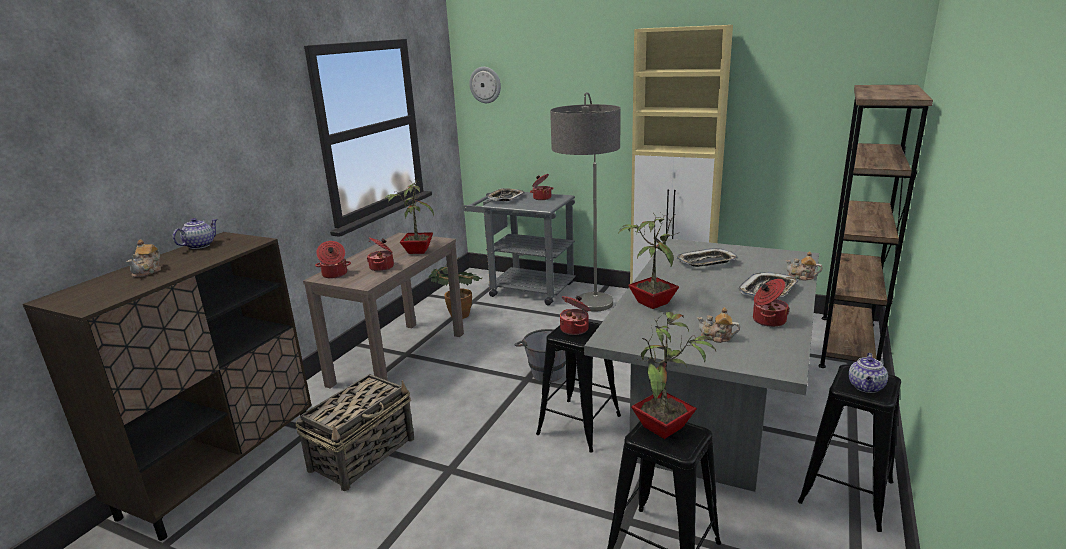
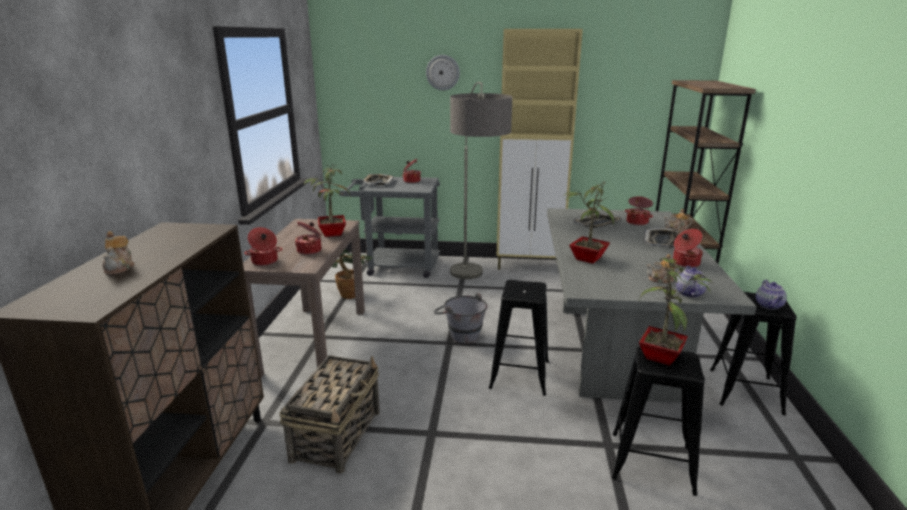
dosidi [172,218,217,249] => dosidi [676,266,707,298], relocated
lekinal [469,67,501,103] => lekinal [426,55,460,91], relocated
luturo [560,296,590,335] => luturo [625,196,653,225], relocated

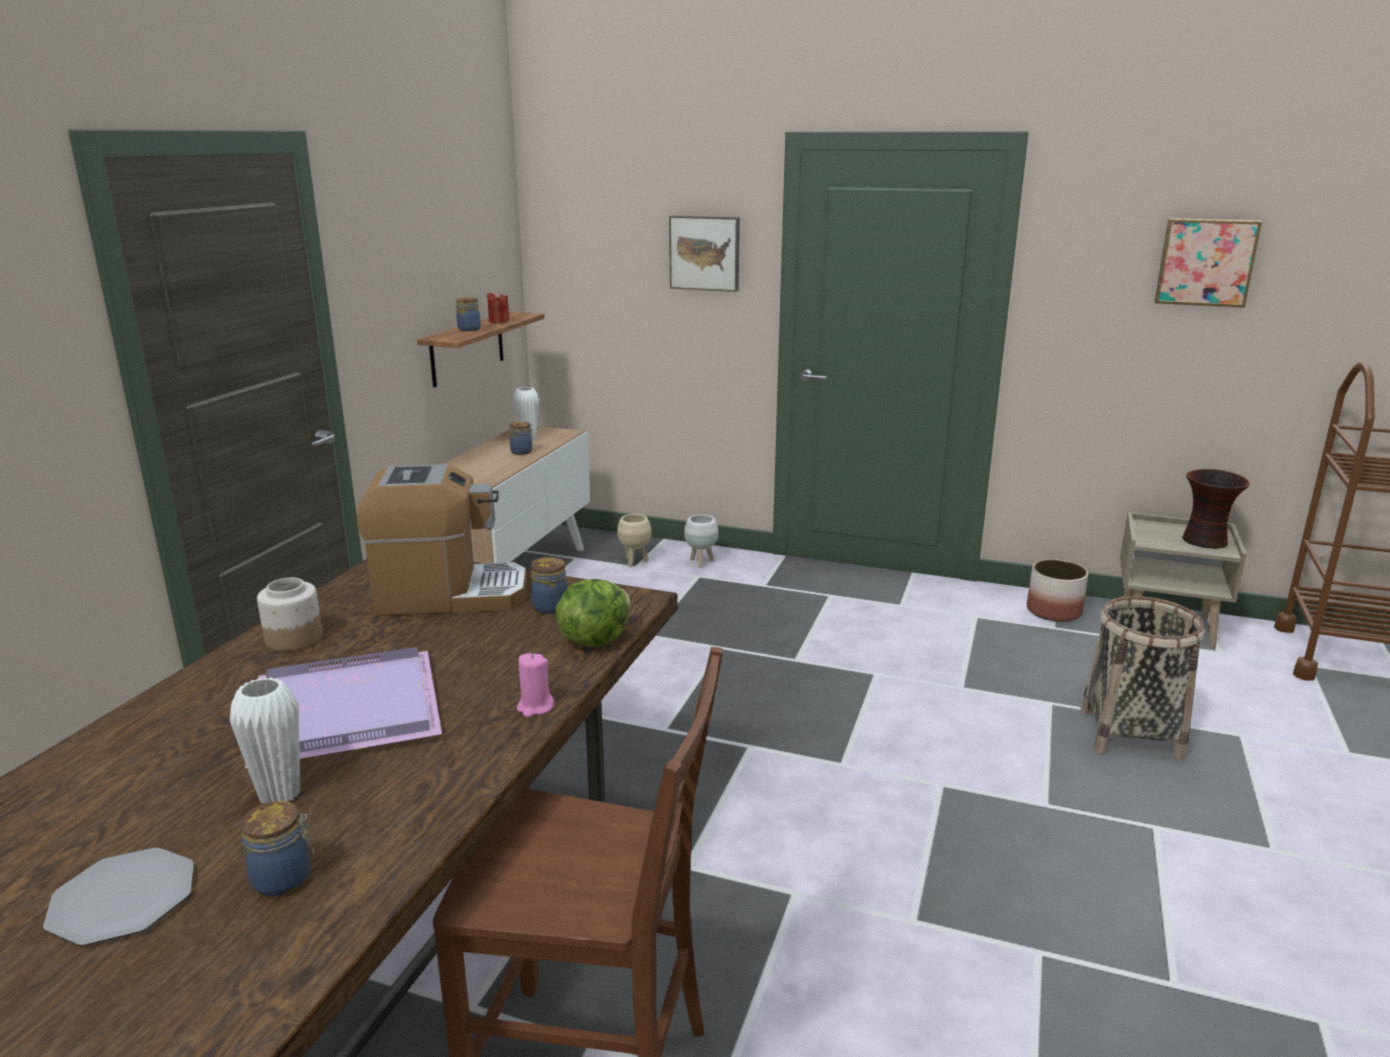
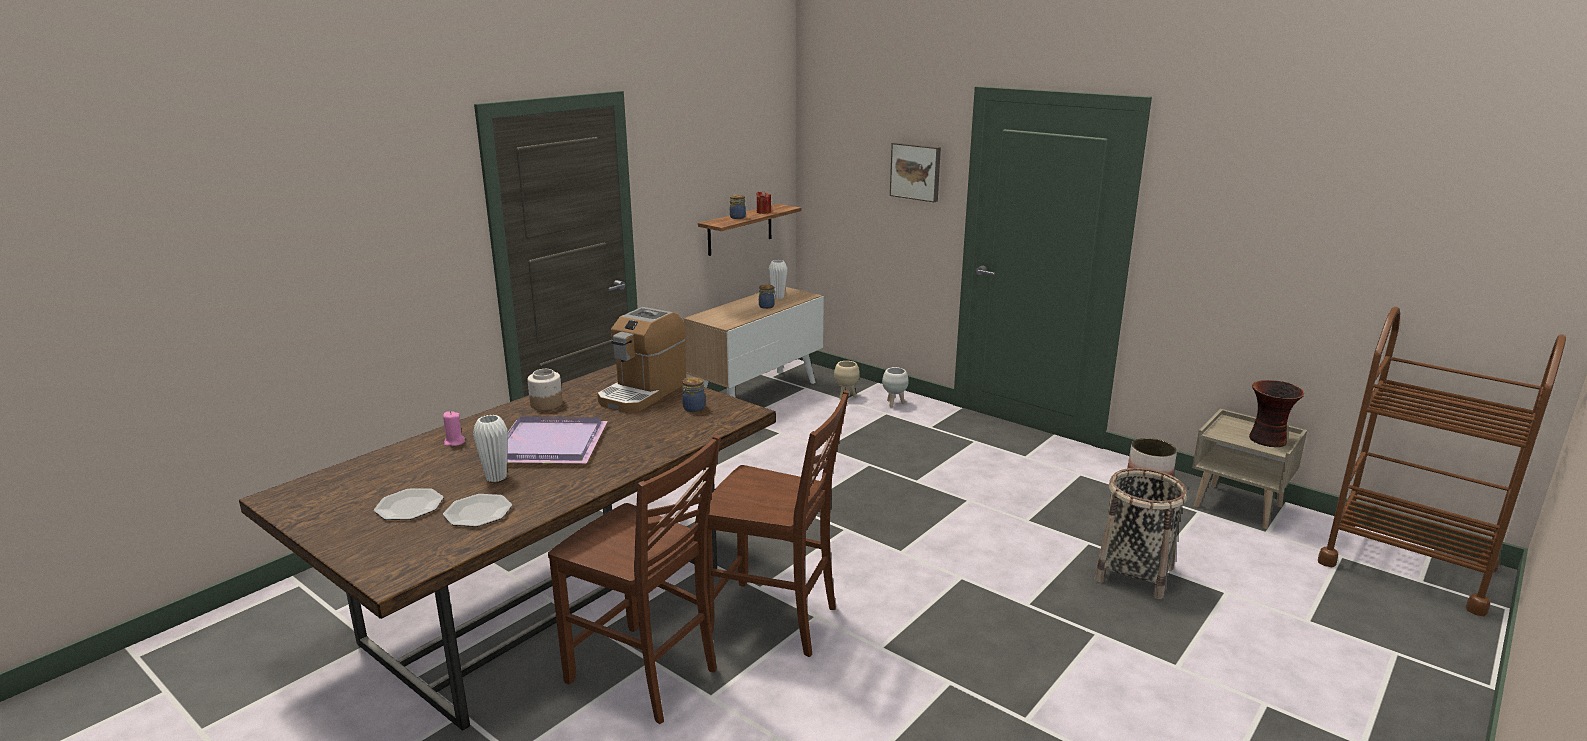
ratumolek [241,801,315,896] => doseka [443,494,512,527]
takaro [357,464,527,616] => takaro [597,307,686,412], 105 degrees clockwise
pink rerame [517,653,555,717] => pink rerame [443,411,465,446], relocated
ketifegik [555,579,630,647] => nothing
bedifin [1155,218,1262,308] => nothing
nothing => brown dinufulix [707,390,849,657]

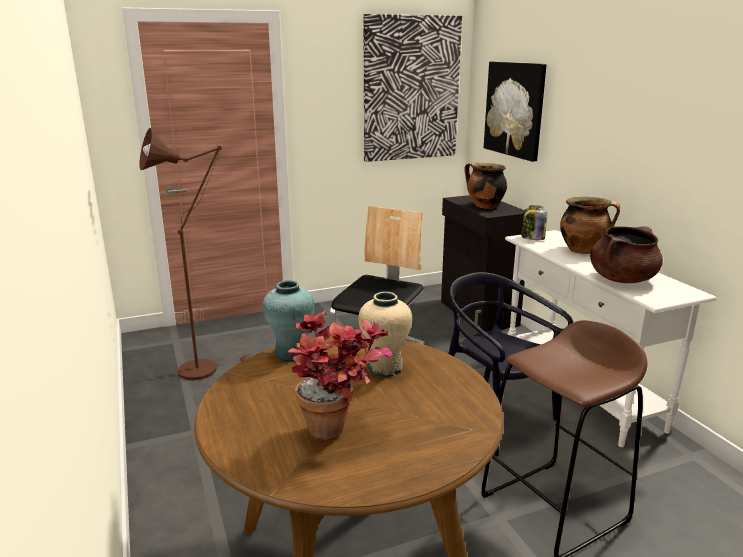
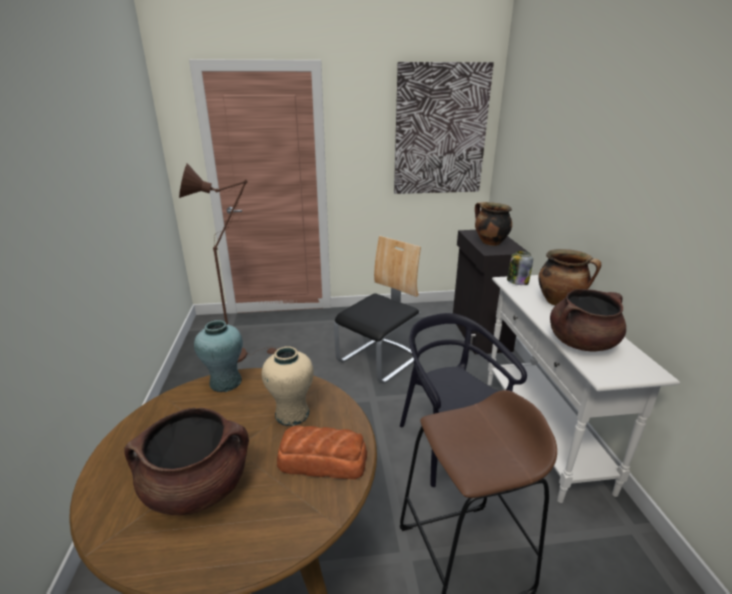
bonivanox [288,310,392,441] => brown luturo [124,408,249,515]
bedifin [484,62,547,162] => nothing
nothing => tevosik [277,425,367,479]

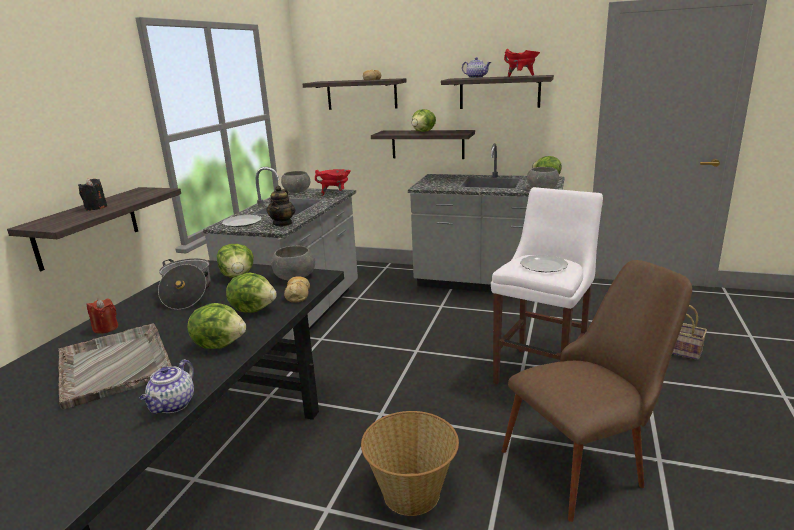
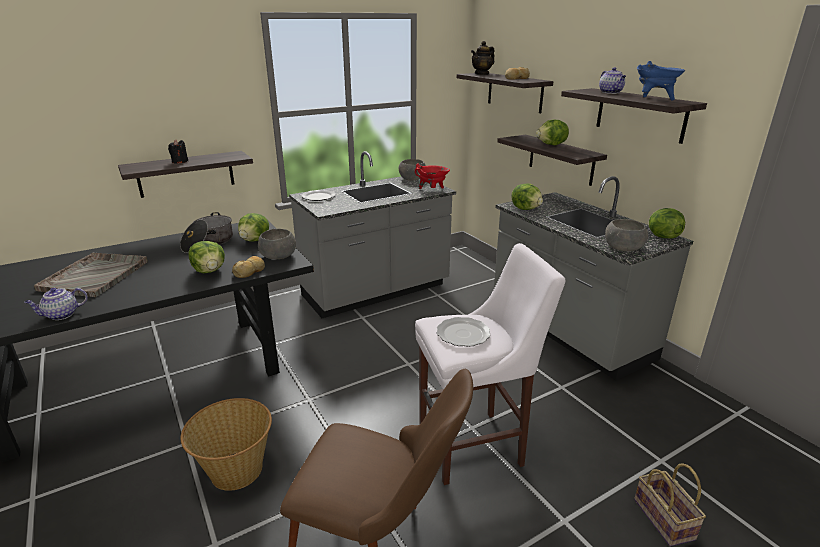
red rerame [87,298,118,334] => nothing
ketifegik [187,303,246,349] => ketifegik [511,184,543,210], relocated
dosidi [267,186,295,226] => dosidi [471,41,495,75], relocated
red luturo [504,49,540,77] => blue luturo [637,61,685,101]

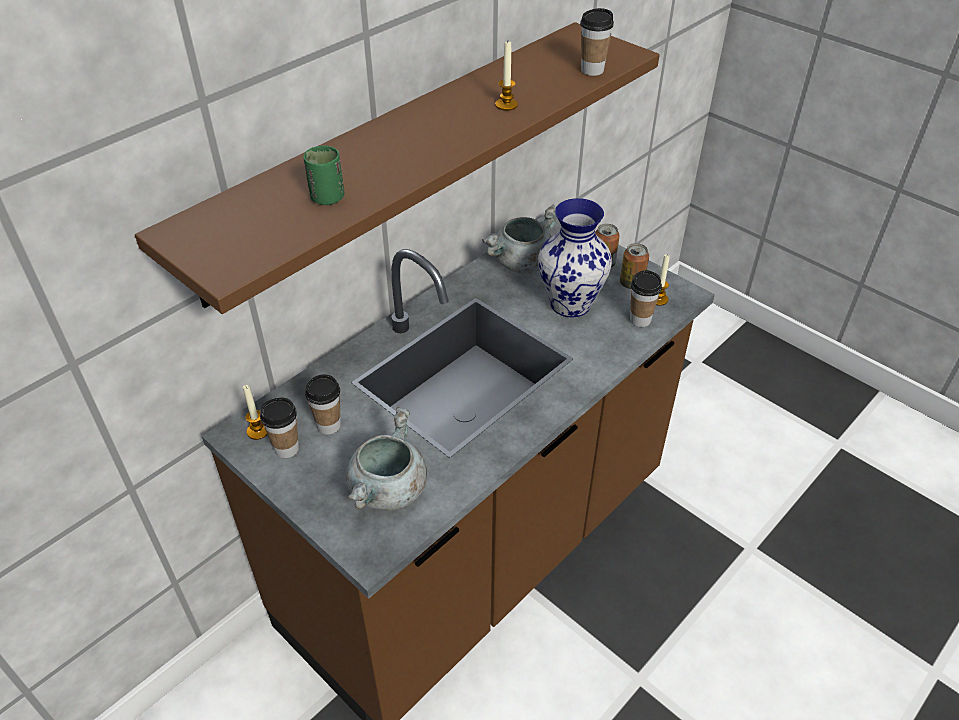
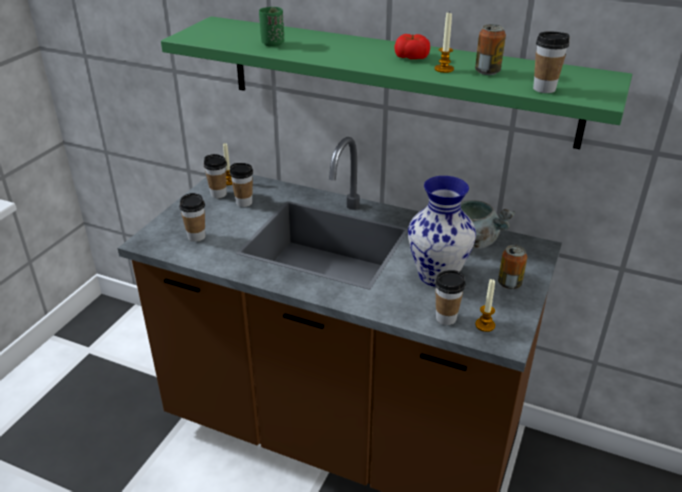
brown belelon [135,22,660,314] => green belelon [161,16,632,149]
grey luturo [346,407,427,511] => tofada [179,193,205,242]
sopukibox [620,243,649,289] => sopukibox [475,24,506,75], relocated
nothing => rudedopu [394,34,430,59]

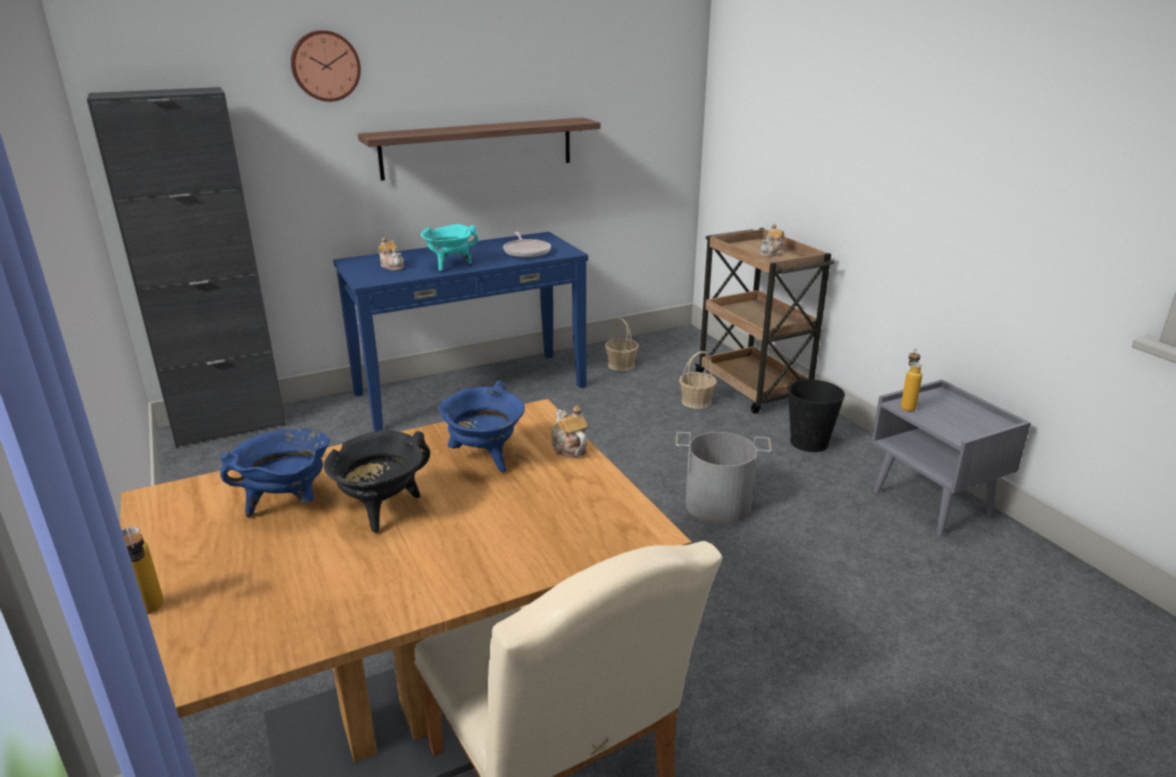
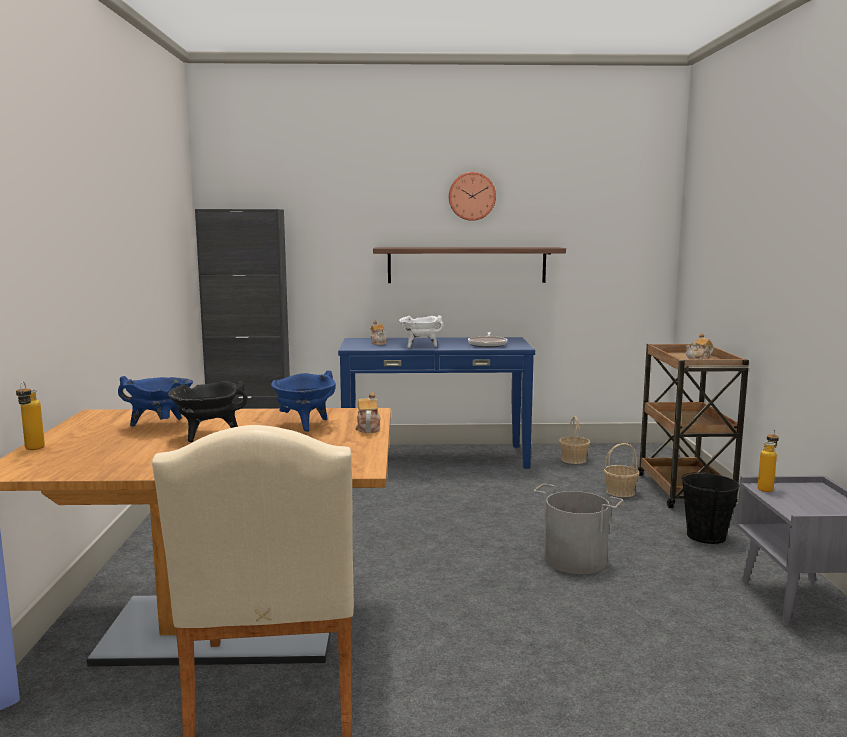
lekinal [291,30,361,102] => lekinal [449,172,496,221], relocated
turquoise luturo [421,224,478,271] => white luturo [399,315,443,348]

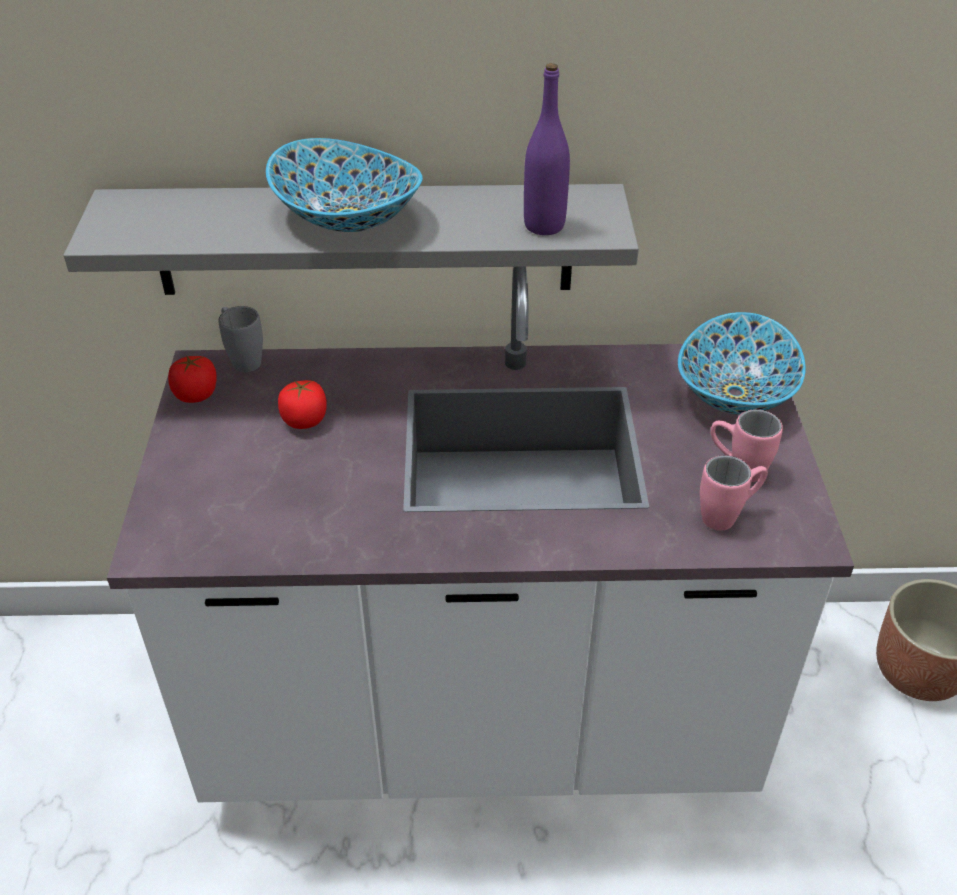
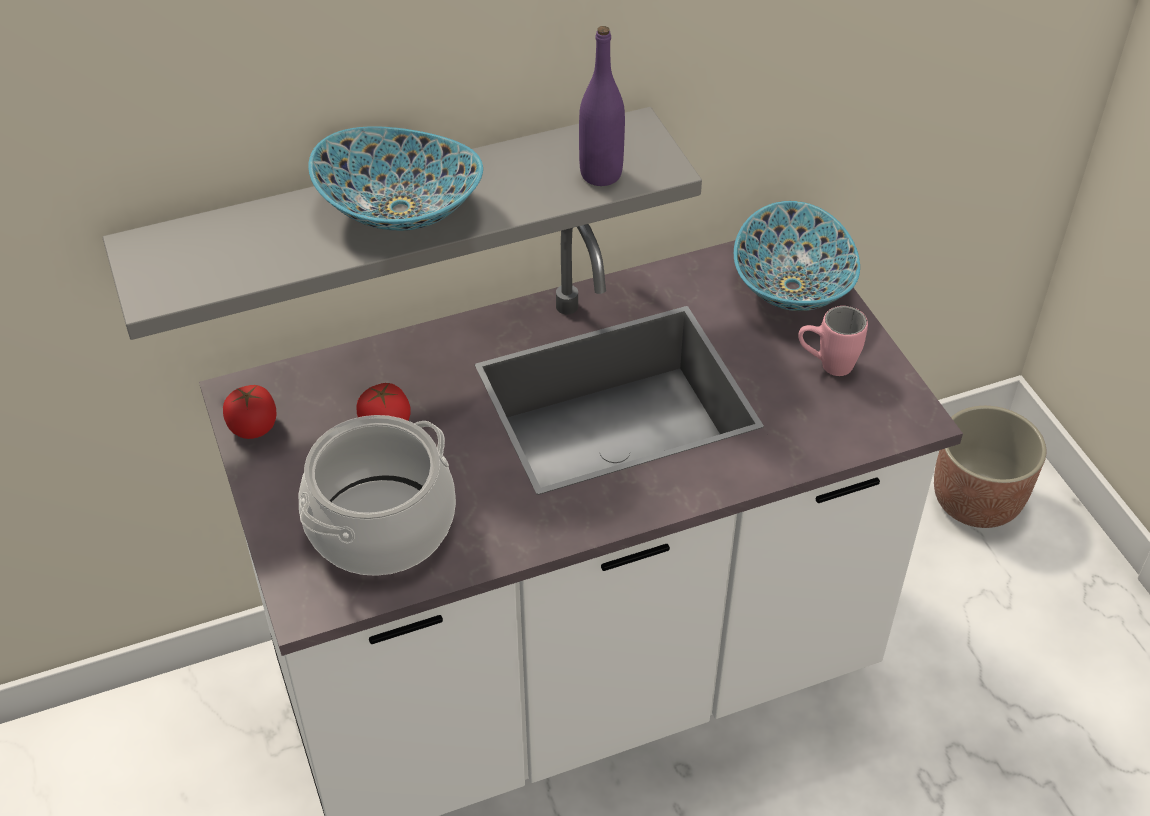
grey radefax [218,306,263,372] => nothing
pink radefax [700,455,768,531] => nothing
nothing => luturo [299,415,456,576]

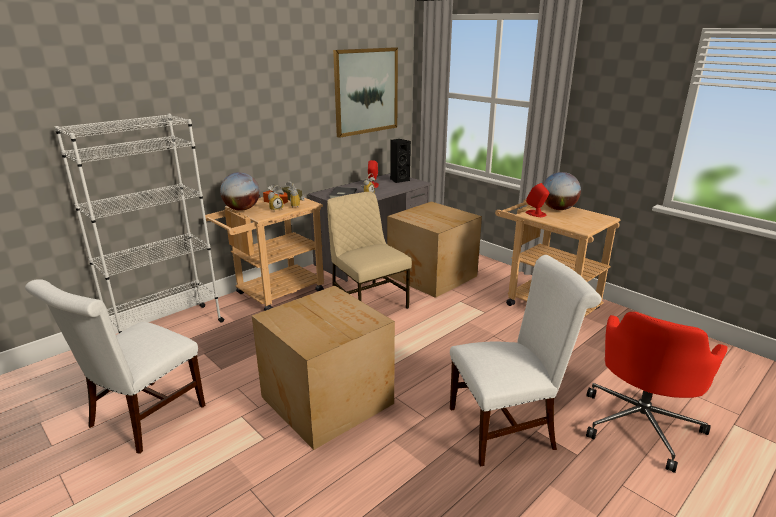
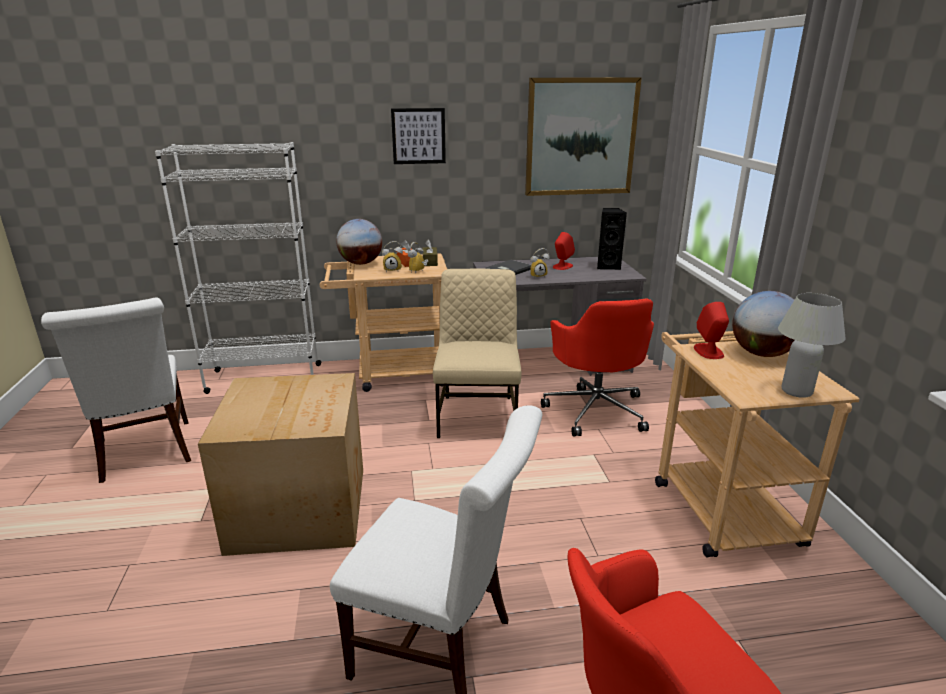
white dinufulix [25,279,205,454] => white dinufulix [41,297,191,483], 90 degrees counterclockwise
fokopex [387,202,482,298] => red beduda [541,298,654,437]
nothing => bedifin [391,108,446,164]
nothing => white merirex [778,293,846,398]

